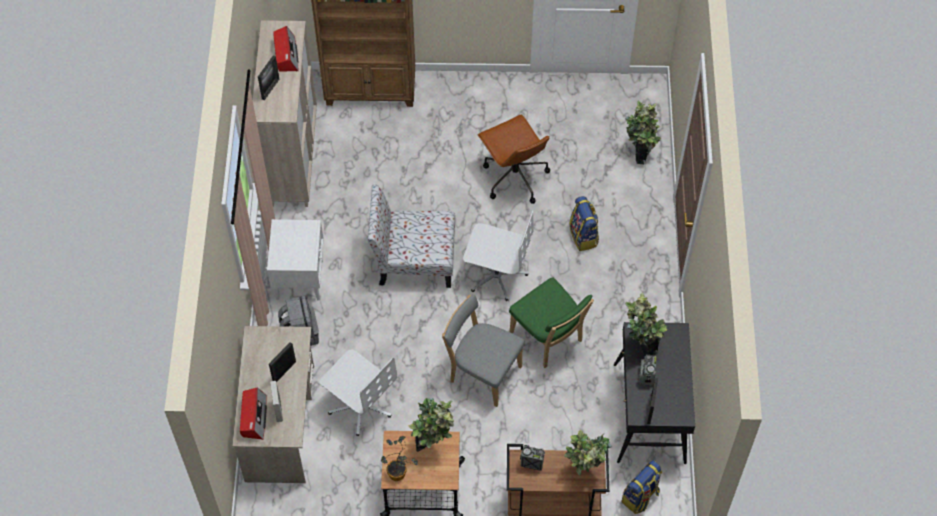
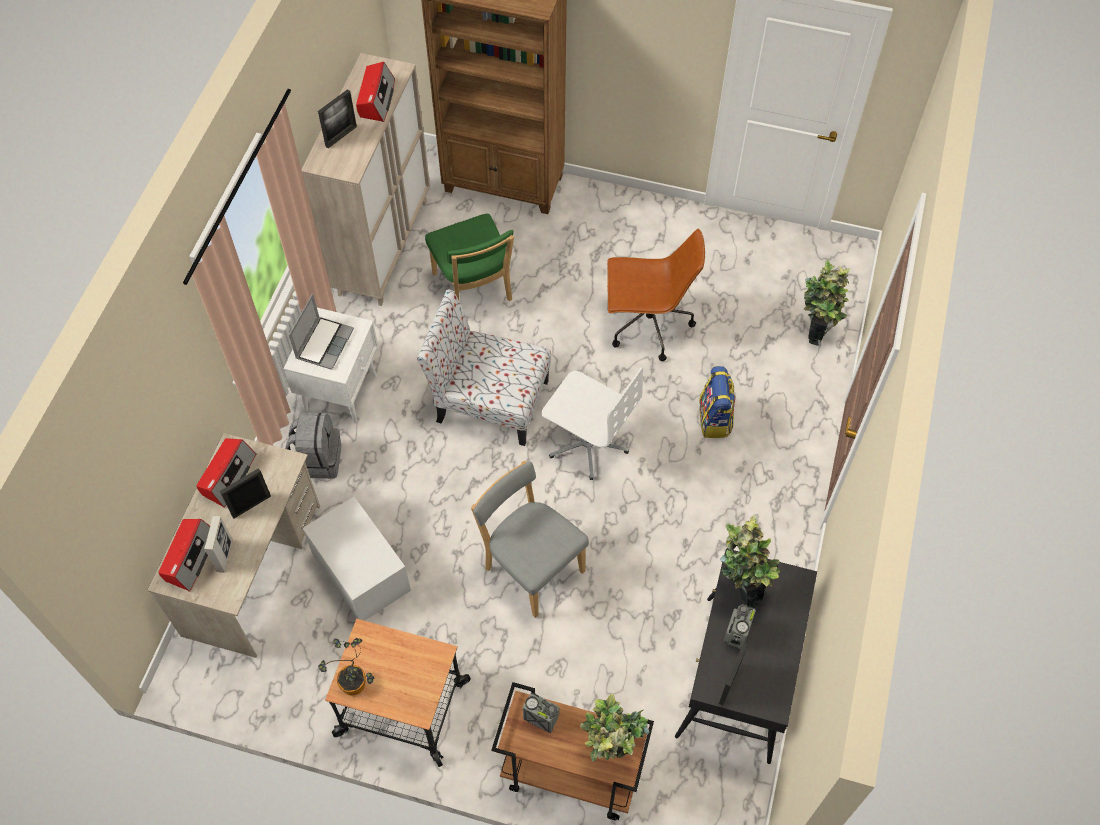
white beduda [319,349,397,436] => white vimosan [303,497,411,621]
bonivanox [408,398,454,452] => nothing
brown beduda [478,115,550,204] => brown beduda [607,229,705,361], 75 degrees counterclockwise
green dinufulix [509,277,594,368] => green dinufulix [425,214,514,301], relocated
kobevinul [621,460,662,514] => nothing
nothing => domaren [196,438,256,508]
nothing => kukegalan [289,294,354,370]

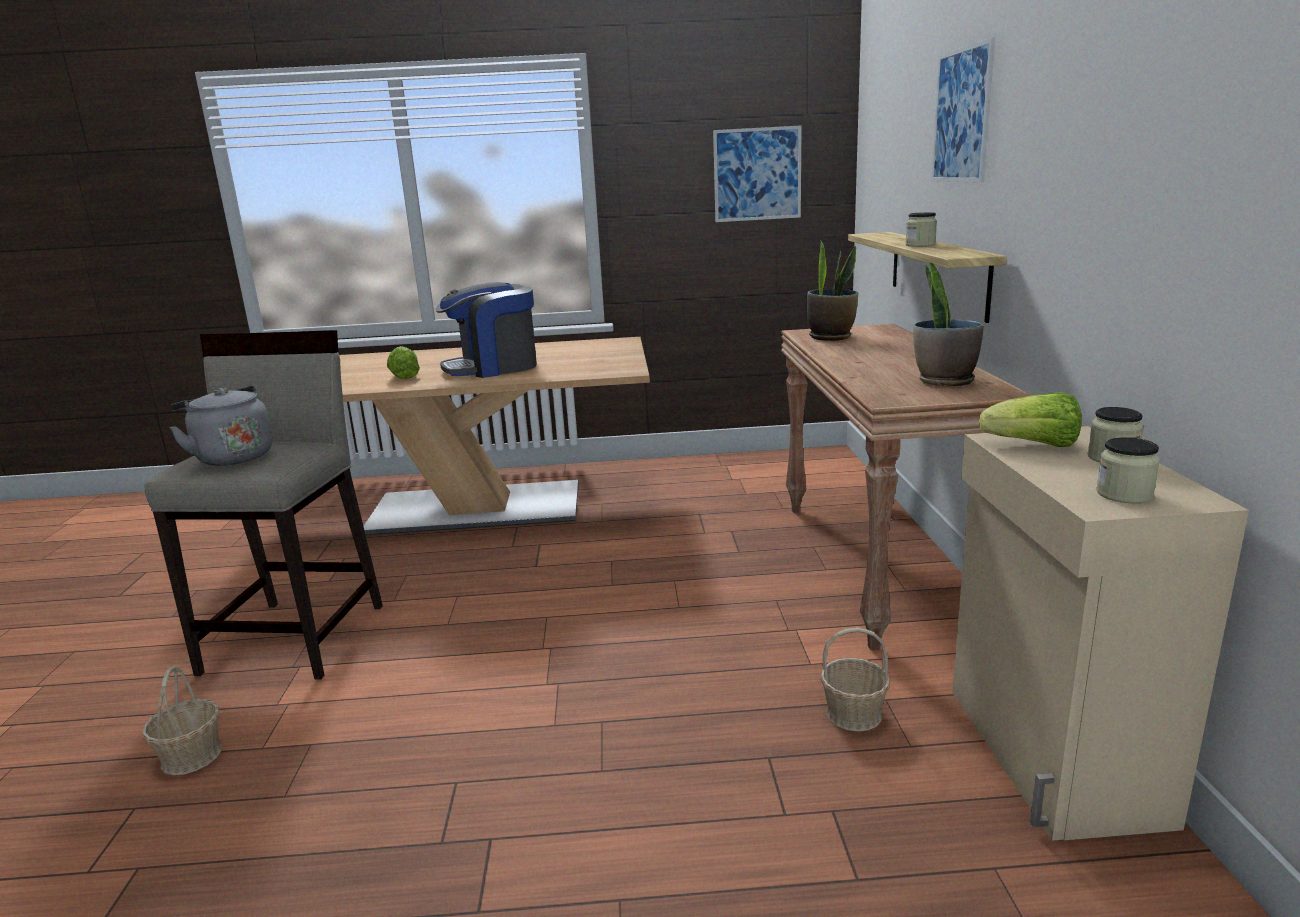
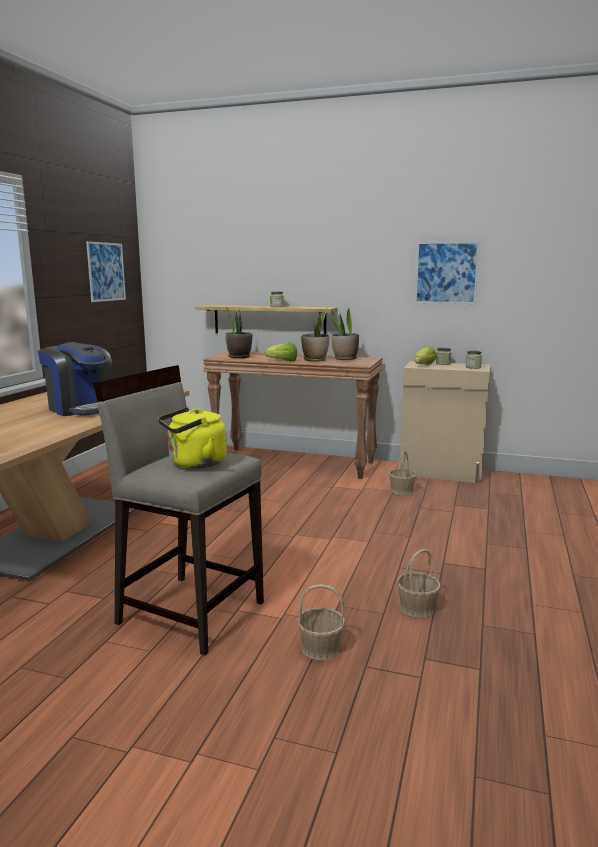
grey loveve [169,385,272,466] => yellow loveve [158,407,227,469]
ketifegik [387,346,420,379] => ketifegik [265,343,297,362], relocated
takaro [435,282,537,378] => takaro [38,342,113,416], 45 degrees counterclockwise
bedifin [931,37,995,183] => bedifin [415,241,480,304], relocated
nothing => bonivanox [301,308,329,361]
nothing => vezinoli [397,549,440,618]

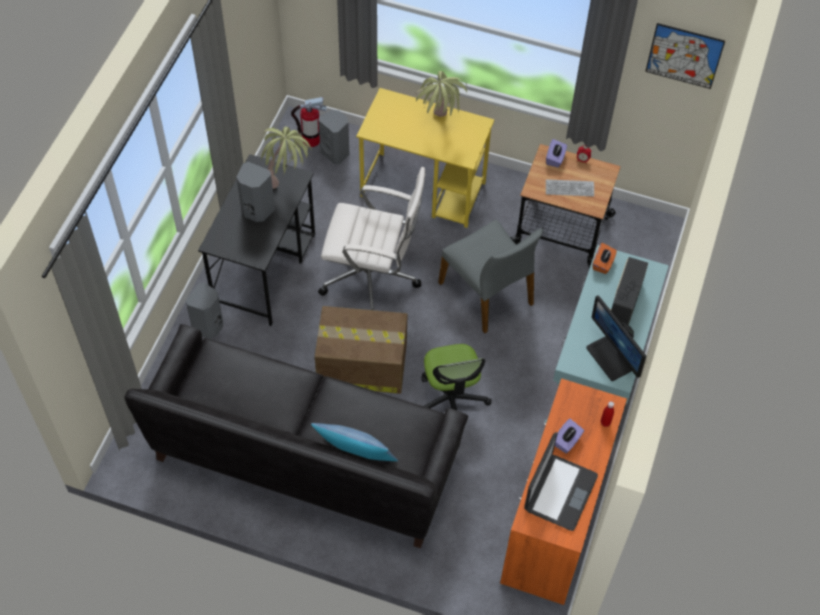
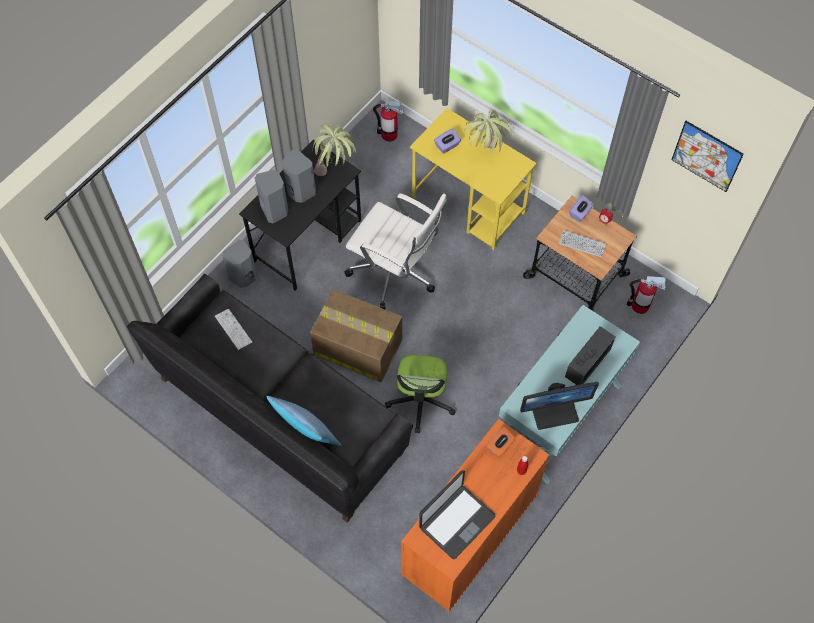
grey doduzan [318,109,349,164] => grey doduzan [255,170,288,224], relocated
grey dinufulix [438,220,543,333] => nothing
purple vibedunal [555,419,584,453] => purple vibedunal [434,129,461,154], relocated
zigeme [586,295,646,381] => zigeme [520,382,599,430], 90 degrees counterclockwise
orange vibedunal [593,243,617,274] => orange vibedunal [486,426,516,458], relocated
nothing => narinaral [215,309,252,350]
nothing => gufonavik [627,276,666,314]

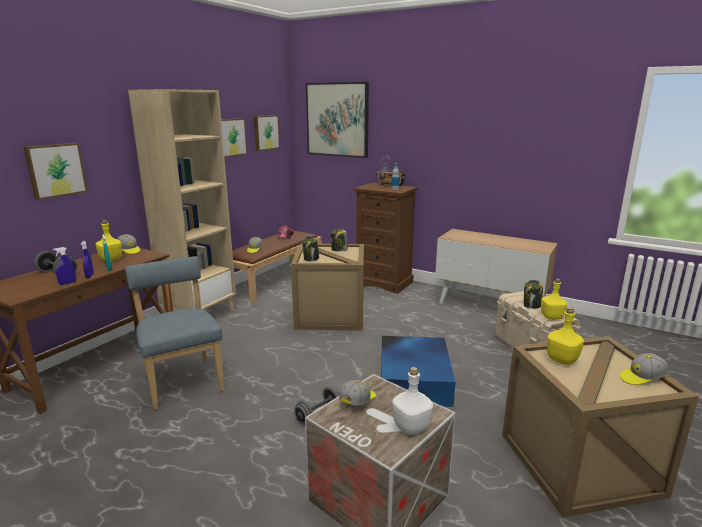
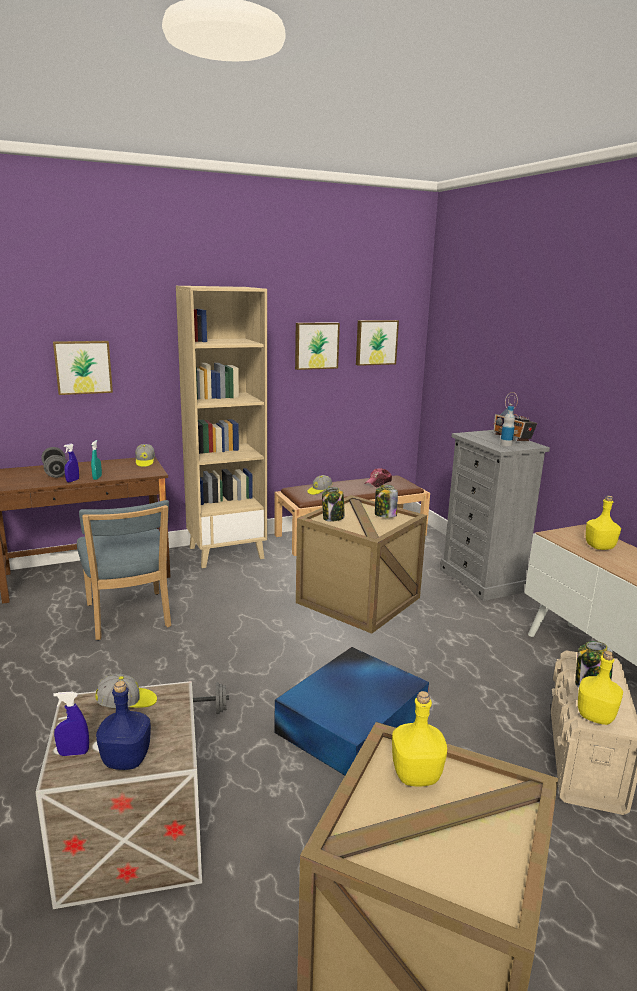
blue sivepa [53,247,76,285] => blue sivepa [53,692,89,756], relocated
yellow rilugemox [95,220,122,261] => yellow rilugemox [586,496,621,550], relocated
blue dinufulix [125,256,225,410] => blue dinufulix [77,500,171,640], 150 degrees clockwise
bedifin [306,82,369,158] => nothing
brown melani [354,183,418,294] => grey melani [440,430,550,601]
white rilugemox [392,367,433,435] => blue rilugemox [96,681,151,770]
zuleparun [620,353,668,385] => nothing

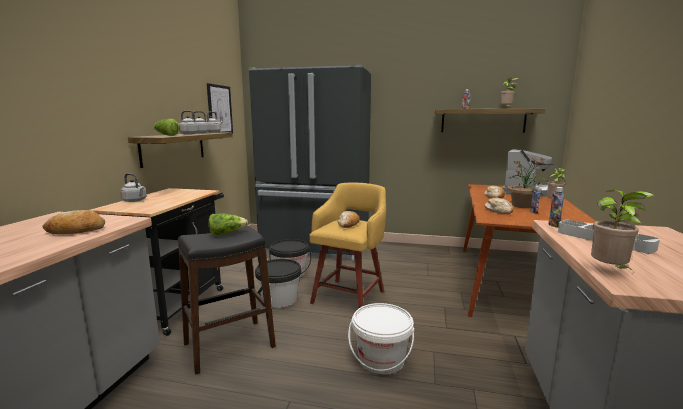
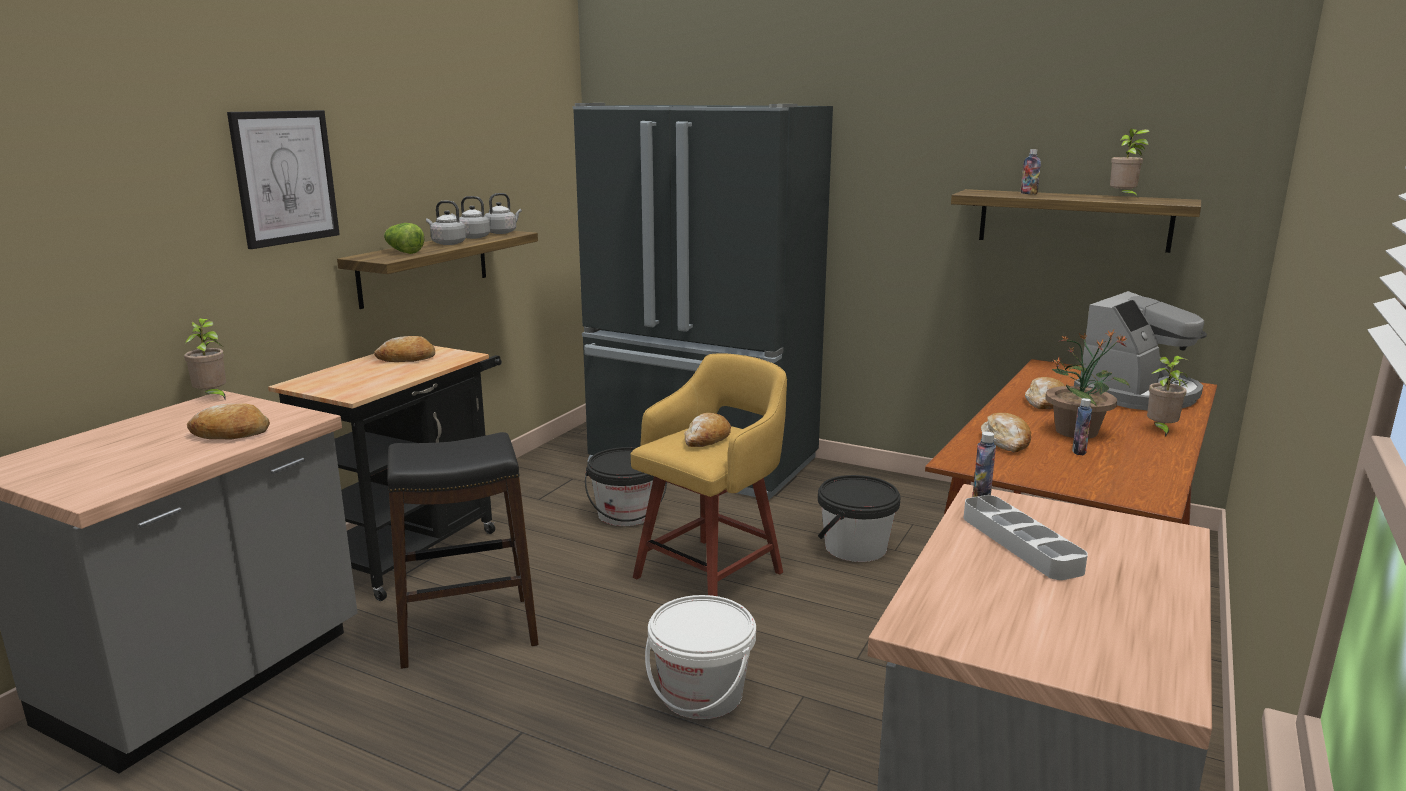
grey loveve [120,173,147,202] => nothing
bedifin [207,83,233,134] => bedifin [227,110,340,249], relocated
ketifegik [208,213,248,236] => nothing
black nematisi [255,259,301,308] => black nematisi [818,475,901,562], relocated
bonivanox [591,190,655,270] => bonivanox [184,318,226,401], relocated
nothing => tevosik [374,336,435,362]

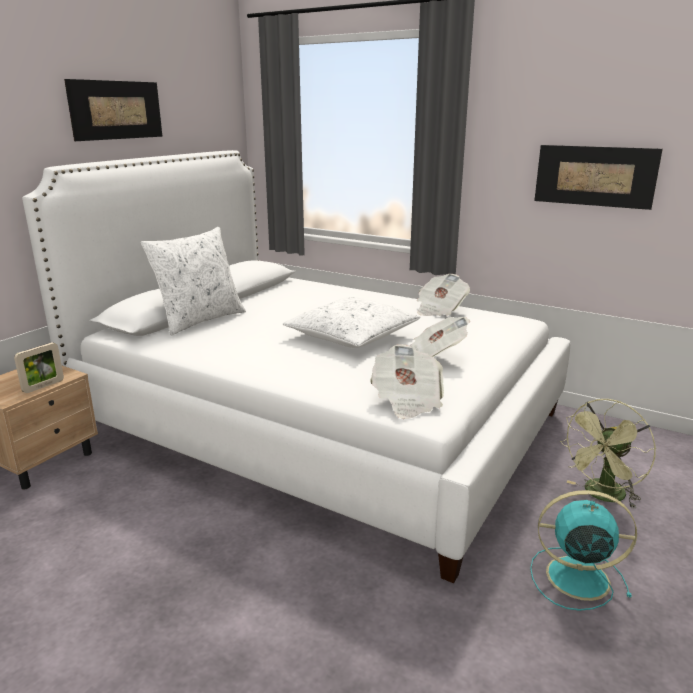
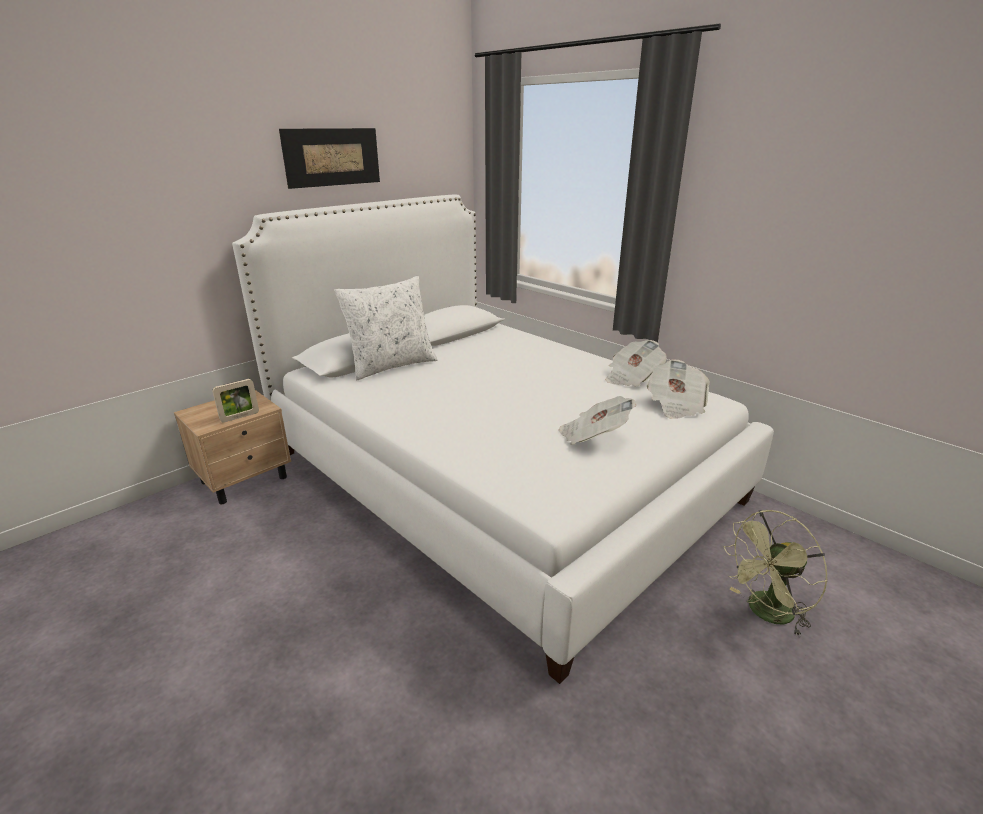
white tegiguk [283,297,420,348] => nothing
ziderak [370,344,444,419] => ziderak [647,359,710,419], relocated
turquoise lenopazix [530,490,637,611] => nothing
bedifin [534,145,663,210] => nothing

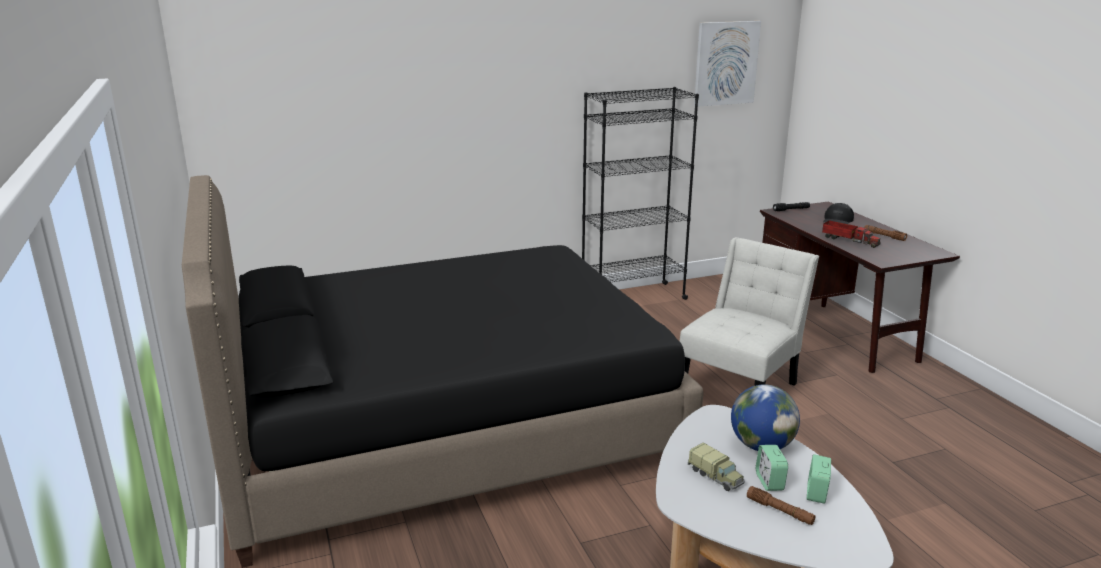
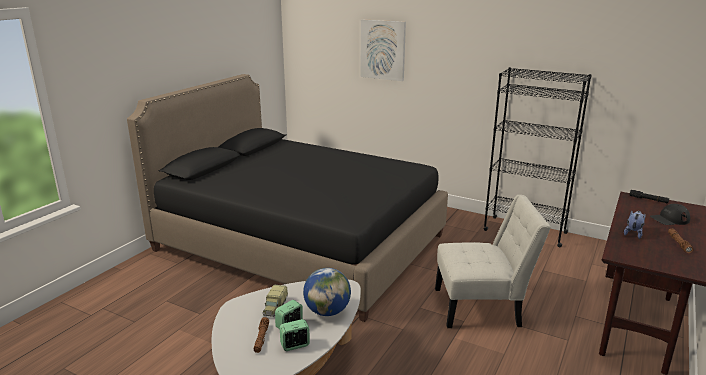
bedifin [694,21,761,107] => bedifin [360,19,406,81], relocated
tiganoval [822,220,881,248] => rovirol [624,211,646,239]

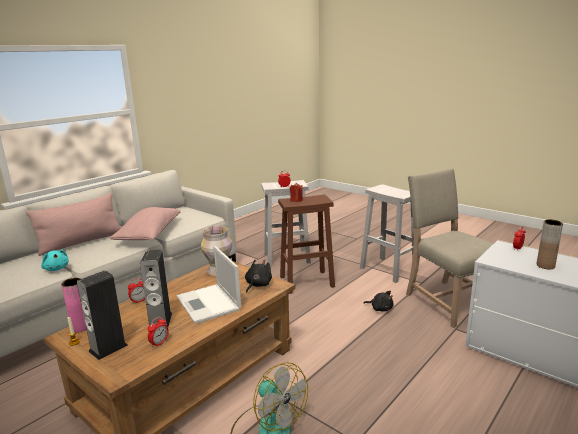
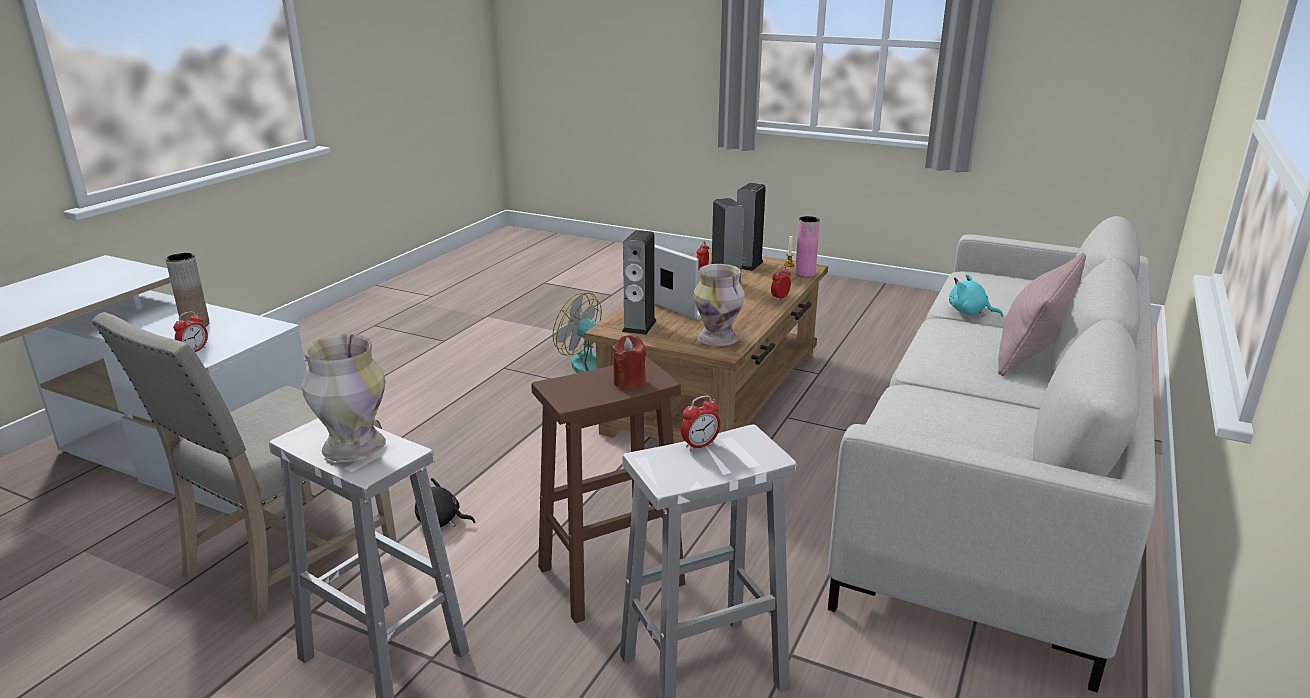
pink tegiguk [110,207,180,240] => nothing
black rovirol [245,259,272,293] => doduzan [622,230,657,335]
beige dinufulix [406,168,494,328] => beige dinufulix [92,312,396,622], 75 degrees clockwise
nothing => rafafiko [302,334,386,462]

